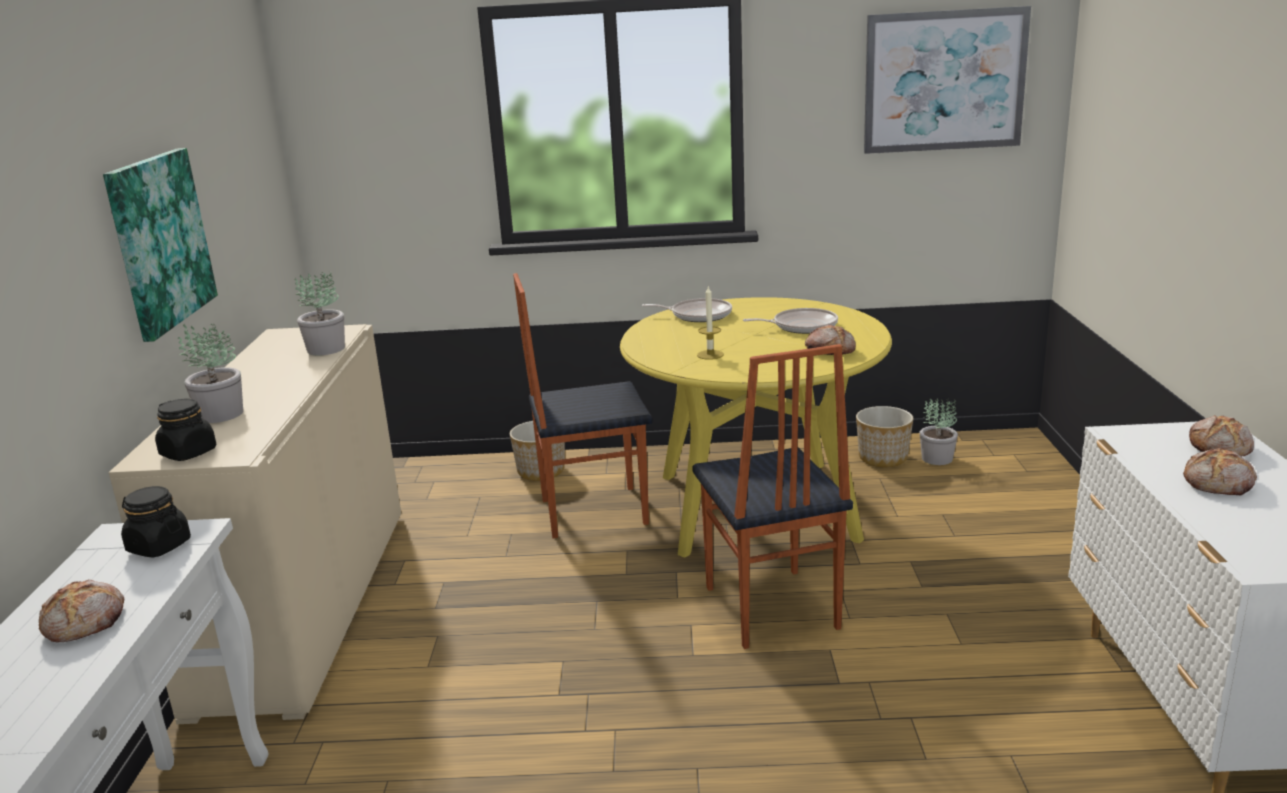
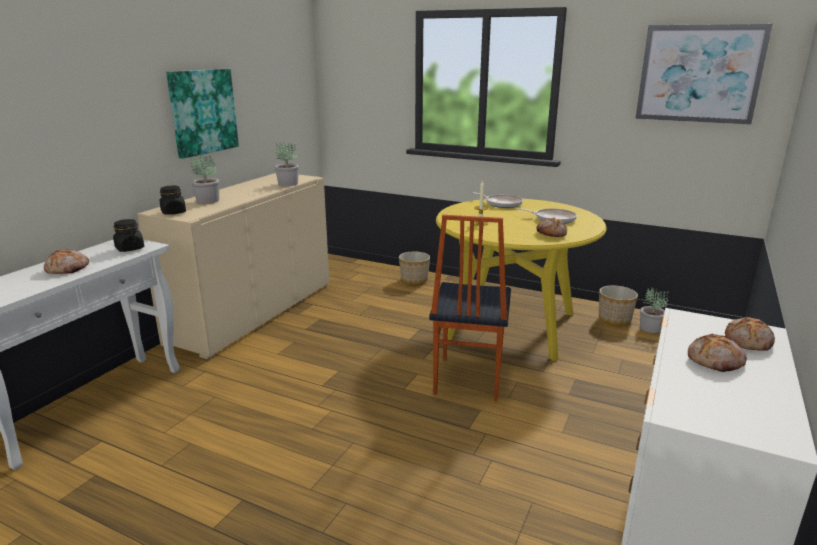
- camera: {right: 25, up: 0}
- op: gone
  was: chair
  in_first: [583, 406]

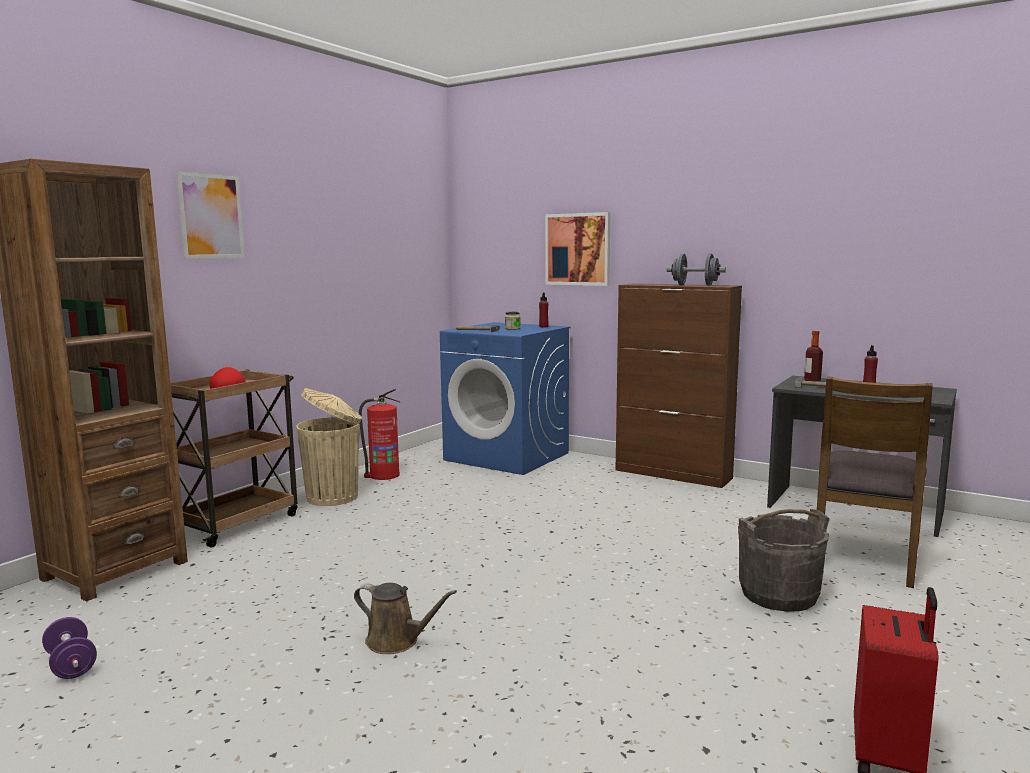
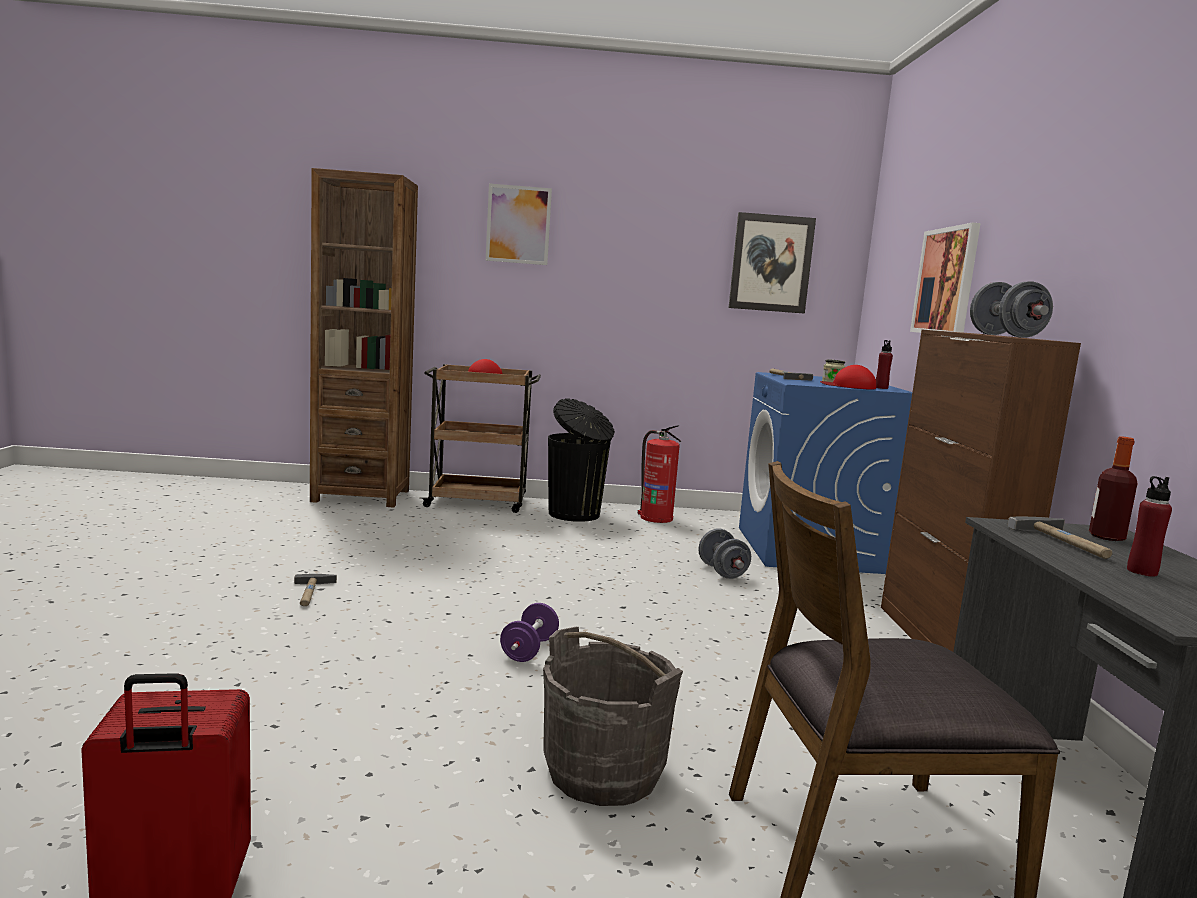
- camera: {right: 55, up: 0}
- op: new
  now: dumbbell/grey
  in_second: [724, 553]
- op: new
  now: picture
  in_second: [772, 263]
- op: new
  now: cap/red
  in_second: [848, 377]
- op: shifted
  was: dumbbell/purple
  in_first: [69, 648]
  in_second: [529, 632]
- op: swapped
  was: watering can/brown
  now: hammer
  in_first: [405, 618]
  in_second: [315, 590]
- op: repainted
  was: trash can/beige
  now: trash can/black
  in_first: [329, 447]
  in_second: [581, 460]

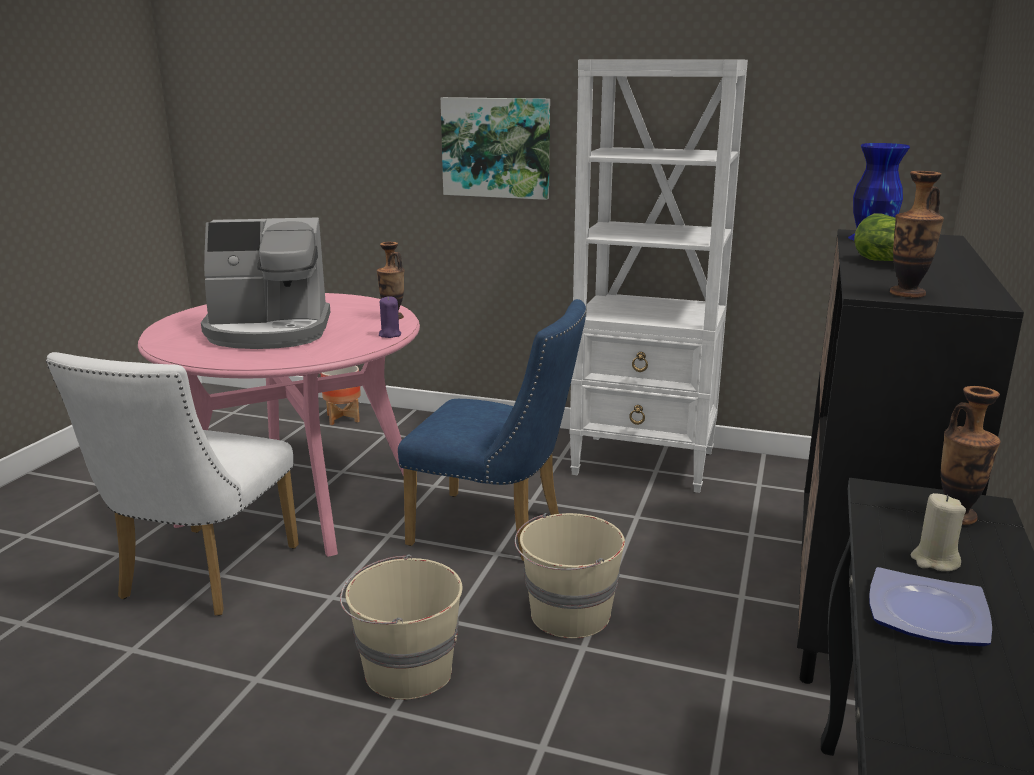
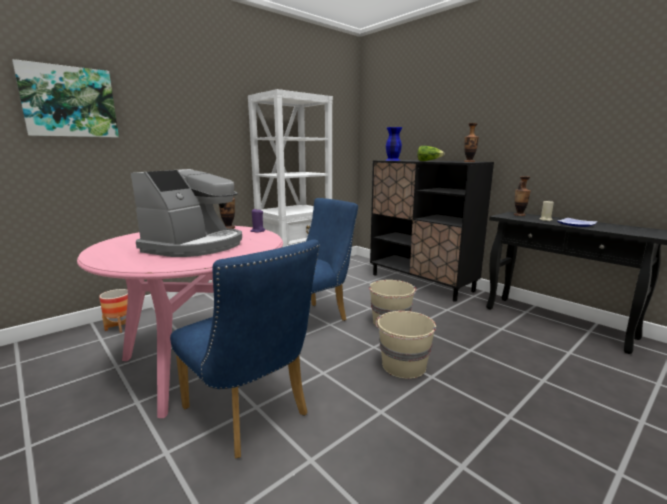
- camera: {right: -60, up: -5}
- op: shifted
  was: picture
  in_first: [495, 148]
  in_second: [65, 98]
- op: repainted
  was: chair/white
  now: chair/blue
  in_first: [172, 484]
  in_second: [245, 349]

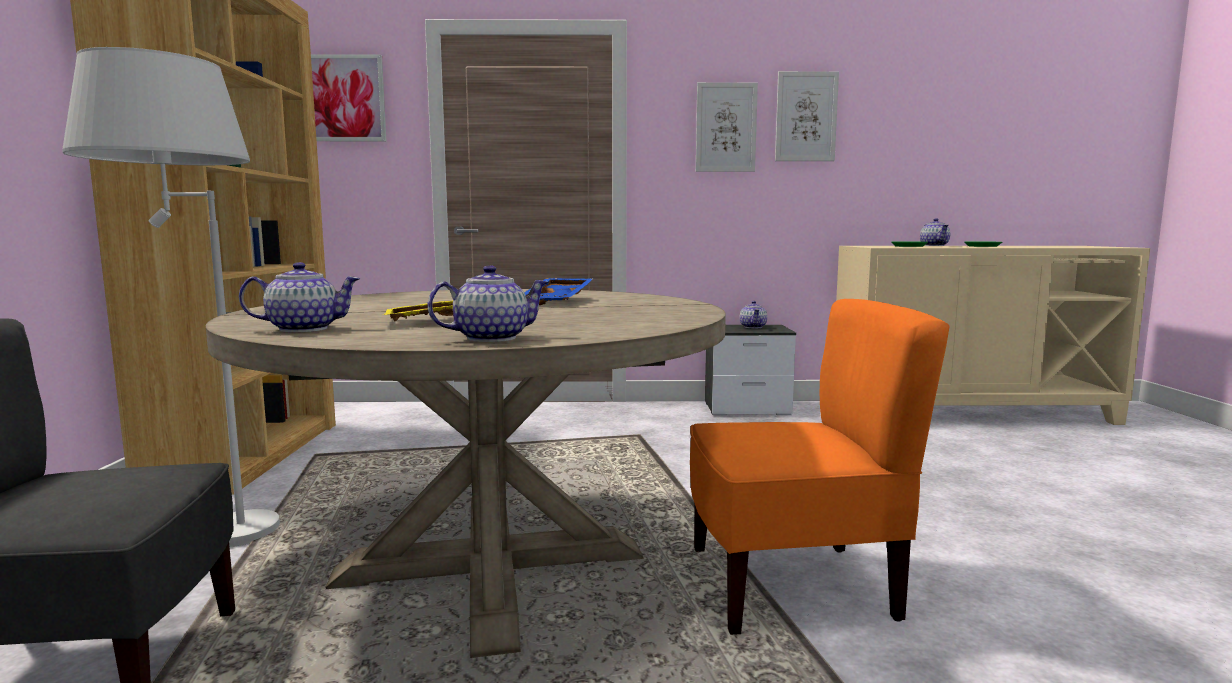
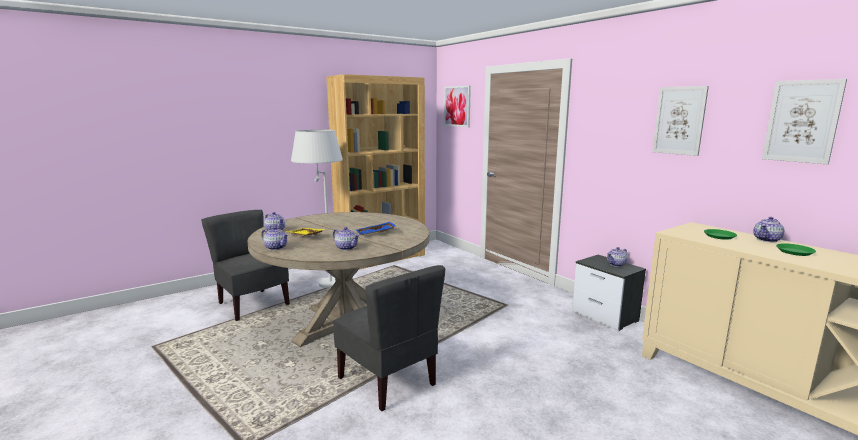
- camera: {right: 55, up: 5}
- op: new
  now: teapot
  in_second: [346, 239]
- op: shifted
  was: picture
  in_first: [727, 127]
  in_second: [804, 121]
- op: repainted
  was: chair/orange
  now: chair/grey
  in_first: [820, 467]
  in_second: [389, 338]

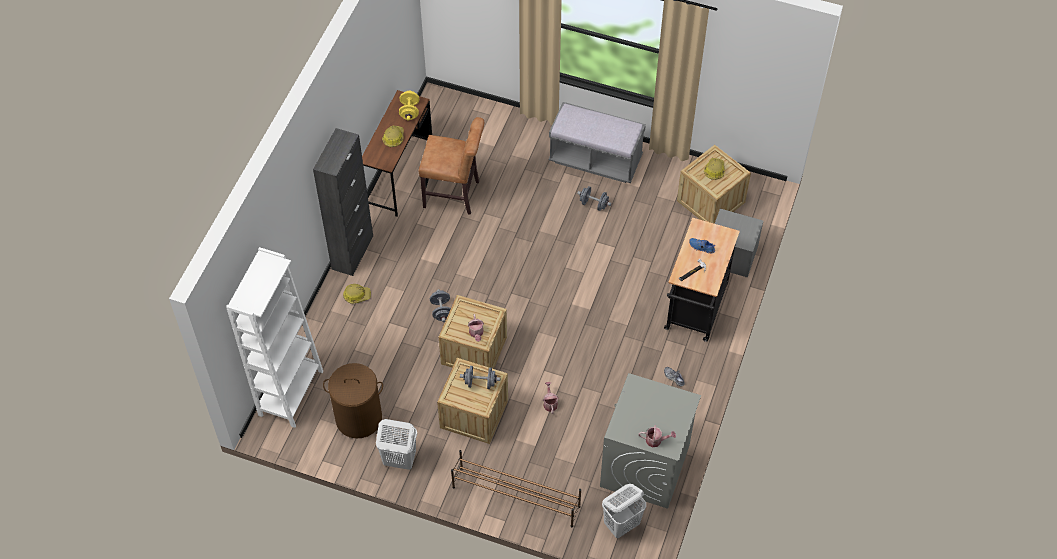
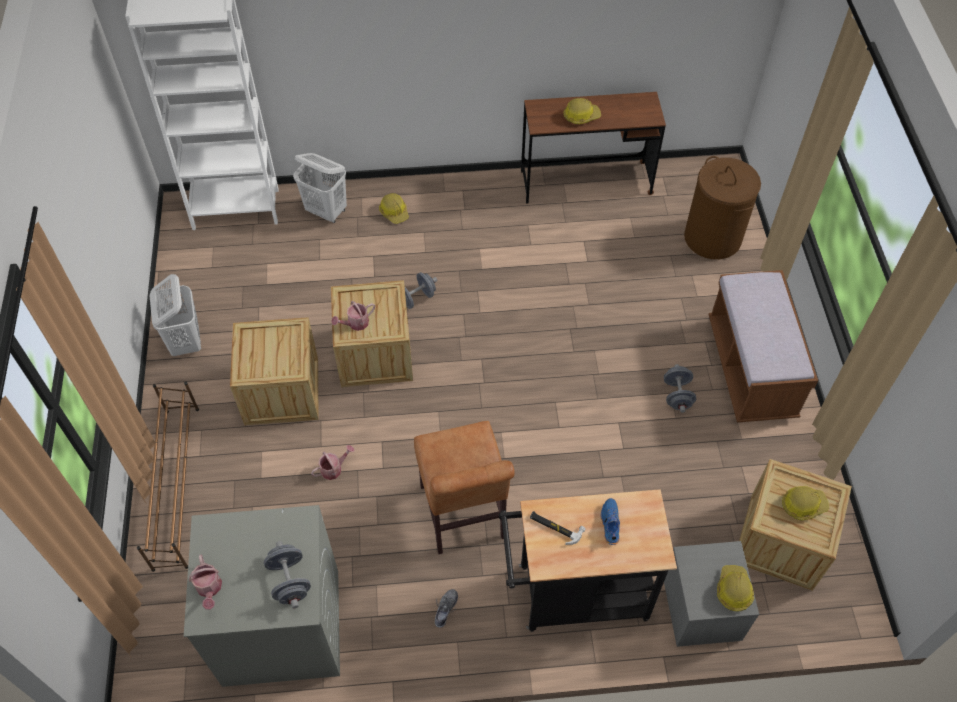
- camera: {right: 65, up: 0}
- op: gone
  was: cabinet/black
  in_first: [343, 202]
- op: gone
  was: dumbbell/yellow
  in_first: [409, 105]
- op: new
  now: hard hat
  in_second: [735, 588]
- op: shifted
  was: laundry basket/brown
  in_first: [353, 400]
  in_second: [722, 207]
- op: shifted
  was: chair/brown
  in_first: [451, 166]
  in_second: [464, 487]
- op: shifted
  was: dumbbell/grey
  in_first: [480, 377]
  in_second: [287, 575]
- op: shifted
  was: laundry basket/white
  in_first: [624, 511]
  in_second: [320, 188]
- op: repainted
  was: bench/grey
  now: bench/brown
  in_first: [597, 142]
  in_second: [763, 346]

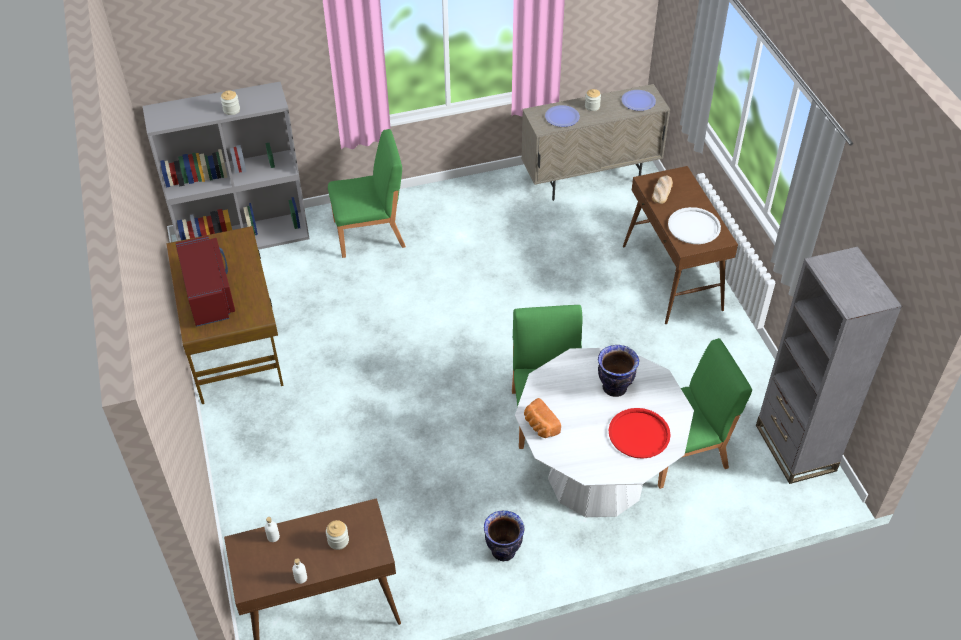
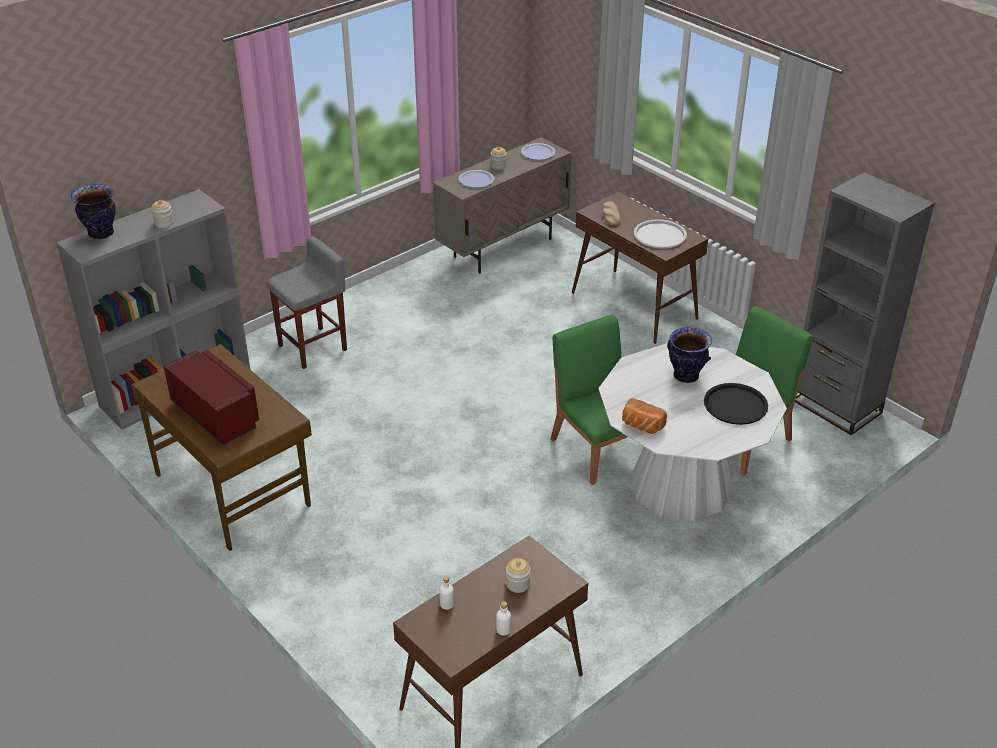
- camera: {right: -25, up: -10}
- op: shifted
  was: vase
  in_first: [504, 535]
  in_second: [93, 211]
- op: swapped
  was: chair/green
  now: stool/grey
  in_first: [367, 193]
  in_second: [307, 302]
- op: repainted
  was: tray/red
  now: tray/black
  in_first: [640, 433]
  in_second: [736, 404]

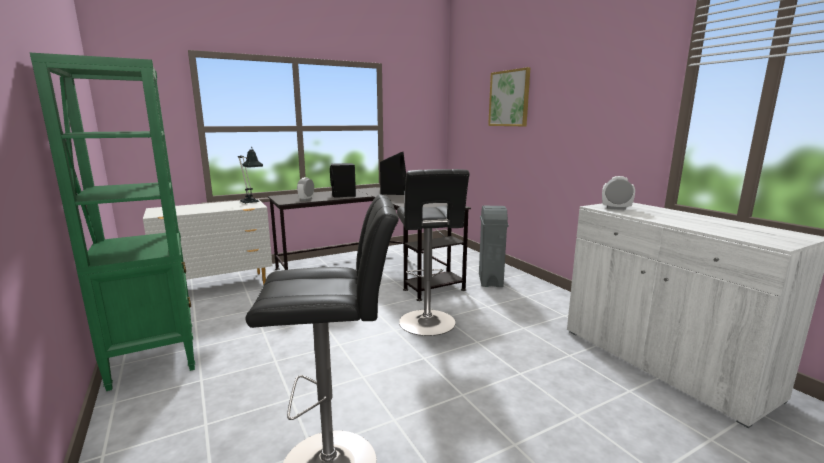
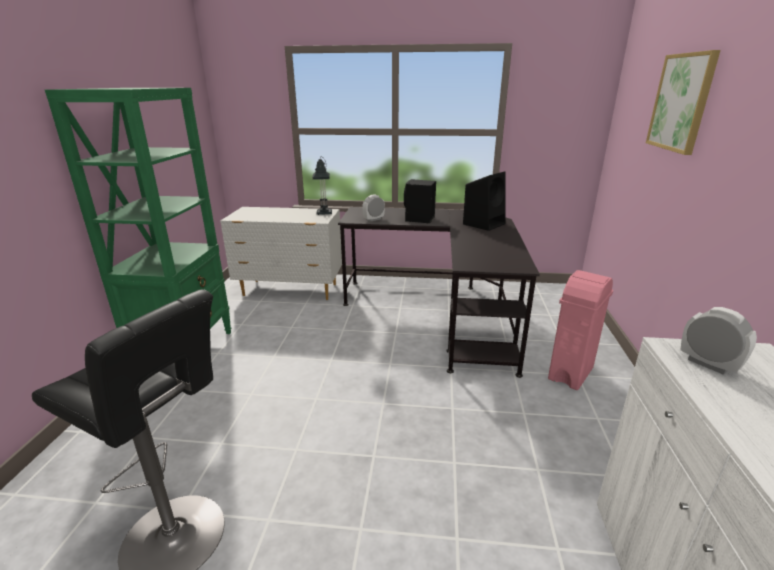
- camera: {right: 35, up: 10}
- op: gone
  was: stool/black
  in_first: [433, 252]
- op: repainted
  was: trash can/grey
  now: trash can/pink
  in_first: [494, 246]
  in_second: [580, 330]

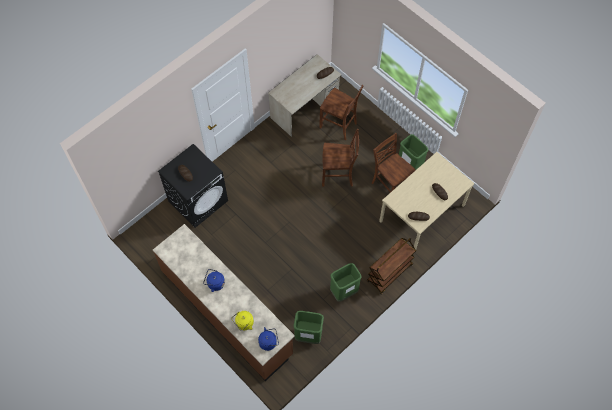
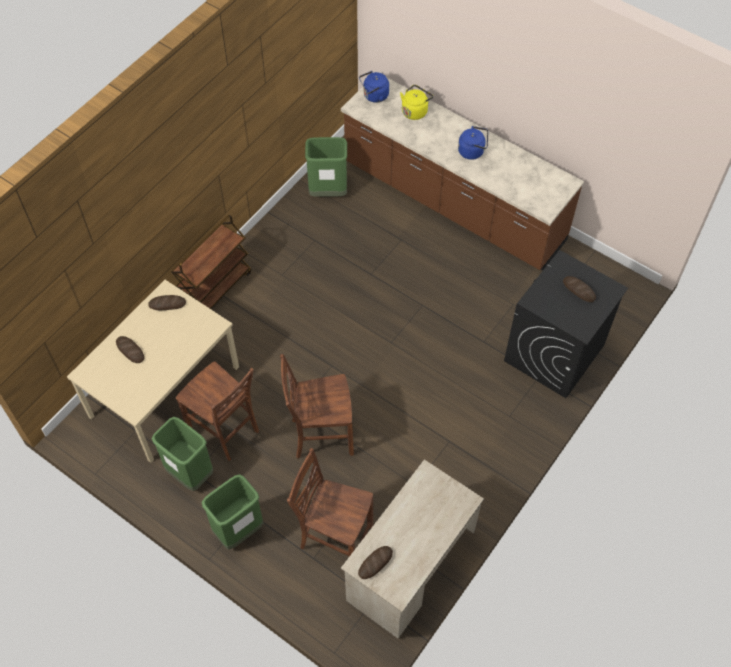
- camera: {right: 170, up: -5}
- op: shifted
  was: trash can/green
  in_first: [346, 282]
  in_second: [232, 511]

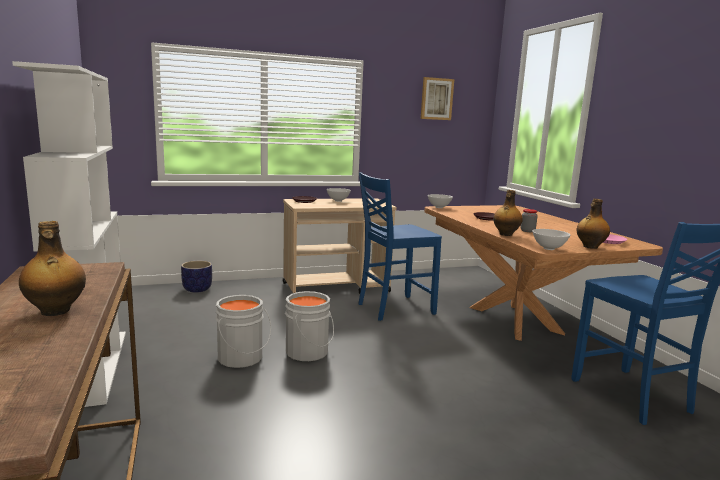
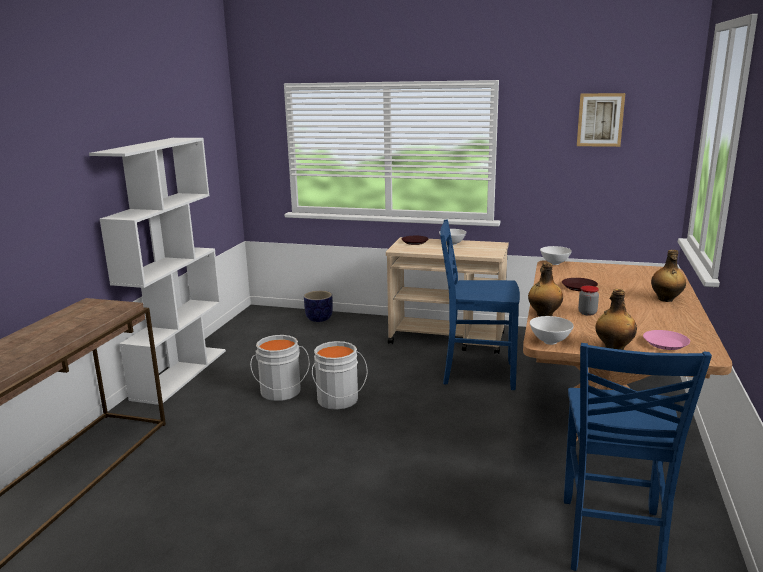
- camera: {right: 35, up: 5}
- op: shifted
  was: bottle
  in_first: [52, 268]
  in_second: [668, 276]

